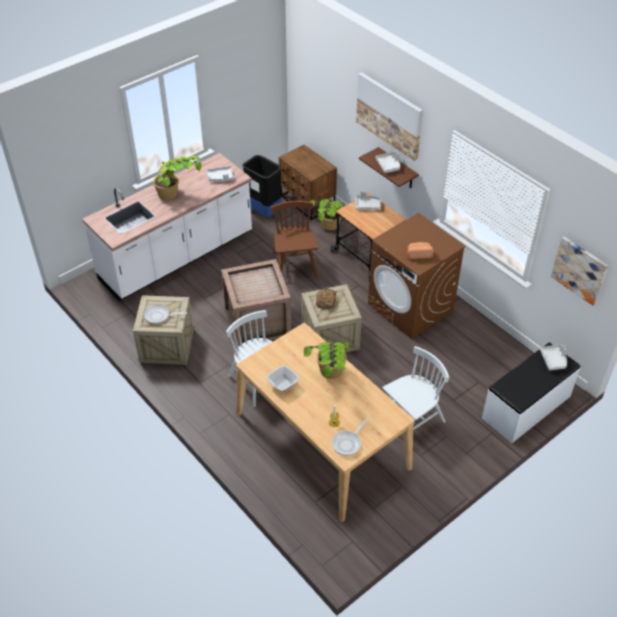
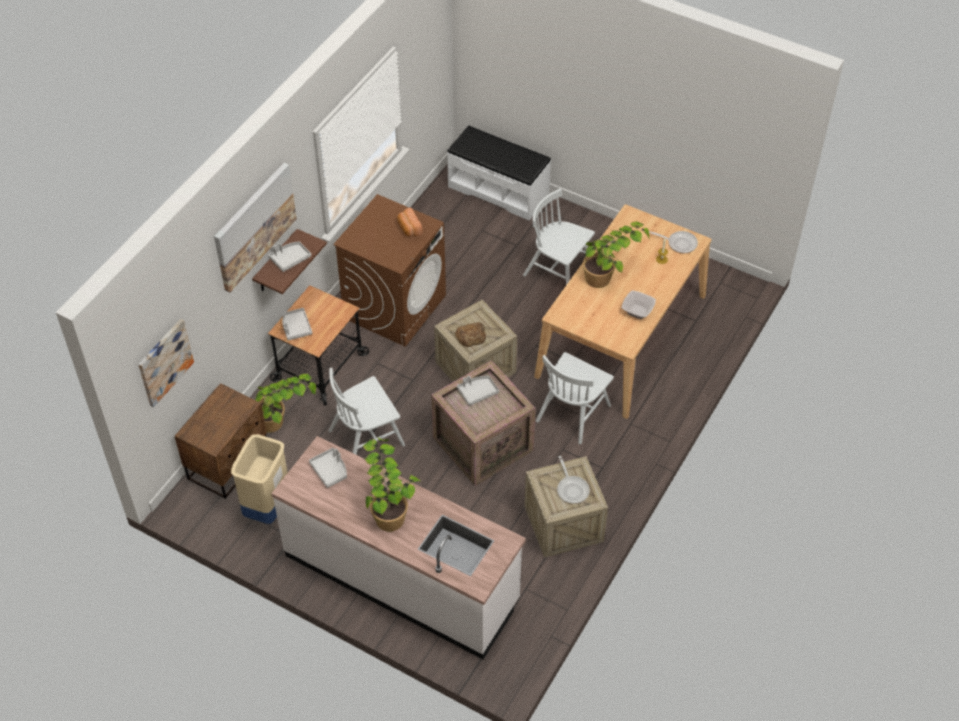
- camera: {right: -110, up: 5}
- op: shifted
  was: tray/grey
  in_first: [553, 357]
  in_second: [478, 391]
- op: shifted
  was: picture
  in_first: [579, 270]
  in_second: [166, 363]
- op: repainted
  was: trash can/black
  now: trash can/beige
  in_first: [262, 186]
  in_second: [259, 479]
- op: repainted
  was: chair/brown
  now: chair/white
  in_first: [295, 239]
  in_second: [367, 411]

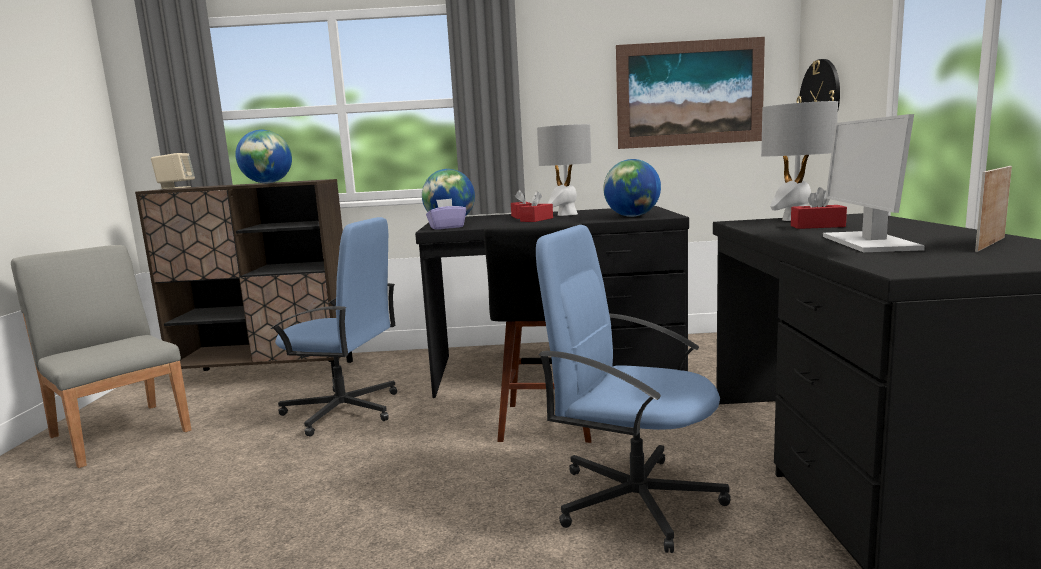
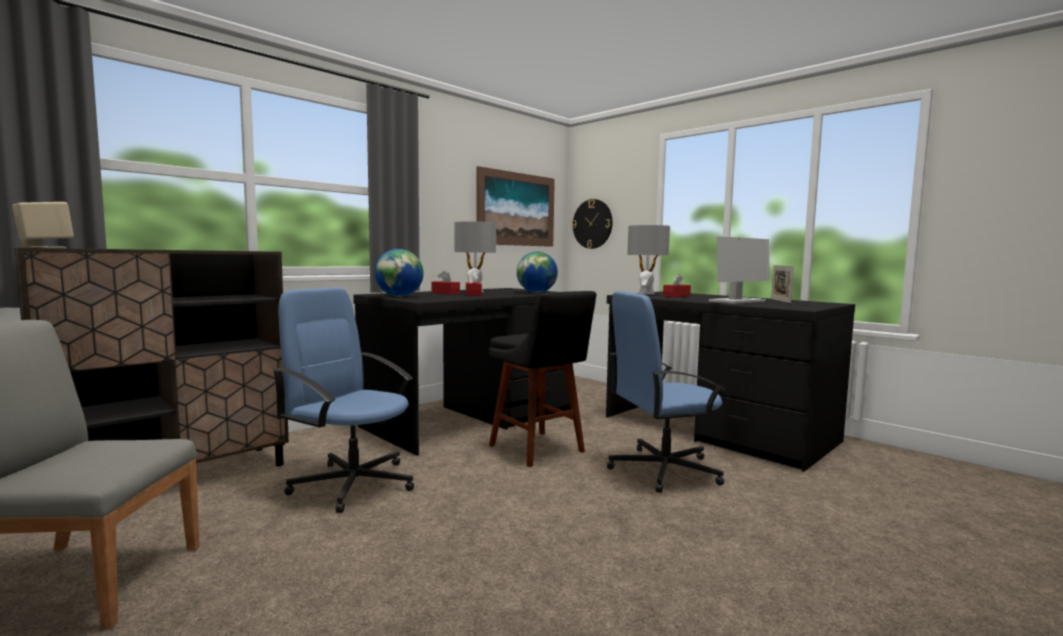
- camera: {right: -45, up: -5}
- op: gone
  was: globe
  in_first: [264, 156]
- op: gone
  was: tissue box/purple
  in_first: [446, 214]
- op: rotated
  was: office chair/blue
  in_first: [334, 327]
  in_second: [343, 400]
  clockwise: -120
- op: rotated
  was: monitor
  in_first: [874, 183]
  in_second: [739, 270]
  clockwise: -90

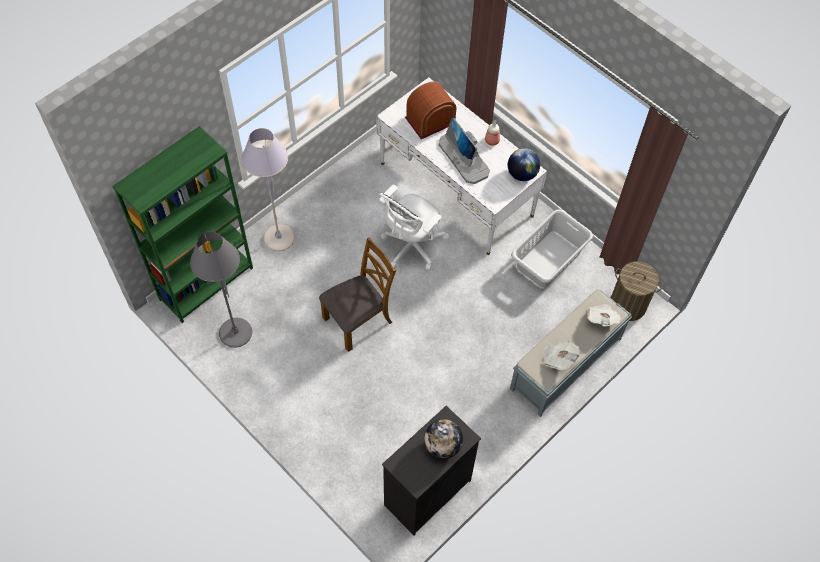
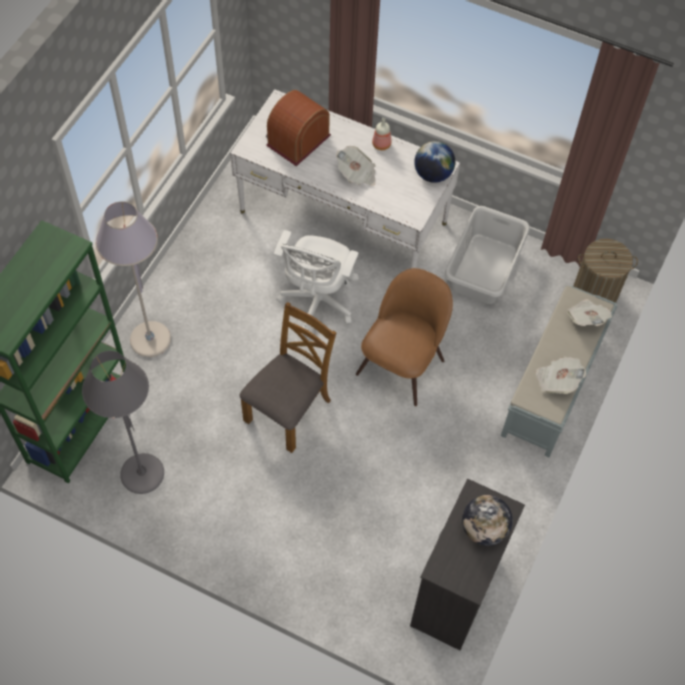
- camera: {right: -20, up: 0}
- op: new
  now: chair/brown
  in_second: [404, 337]
- op: swapped
  was: monitor
  now: newspaper
  in_first: [464, 151]
  in_second: [356, 166]

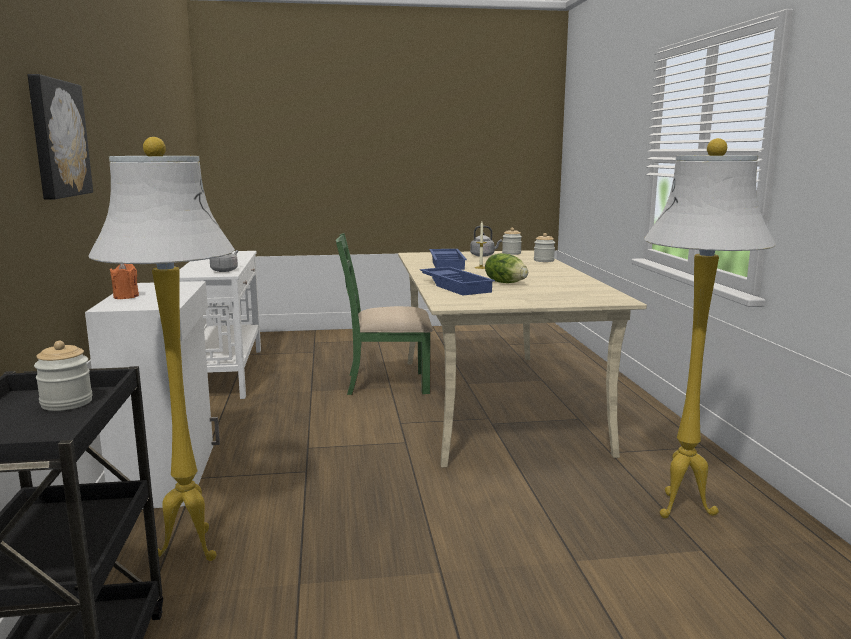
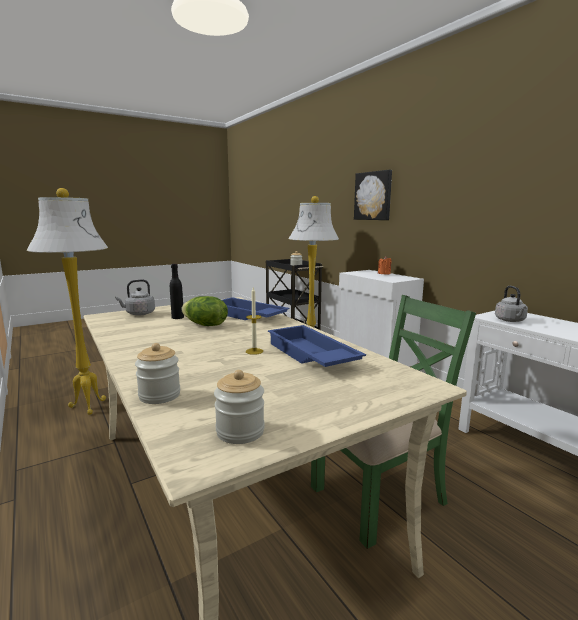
- camera: {right: 155, up: 0}
- op: new
  now: bottle/black
  in_second: [177, 291]
- op: shifted
  was: kettle/grey
  in_first: [486, 241]
  in_second: [135, 297]

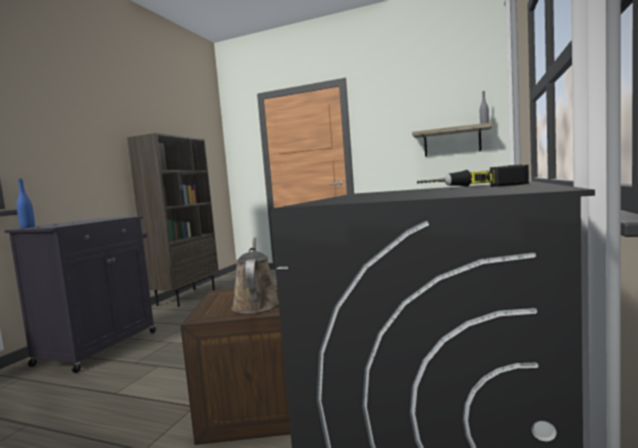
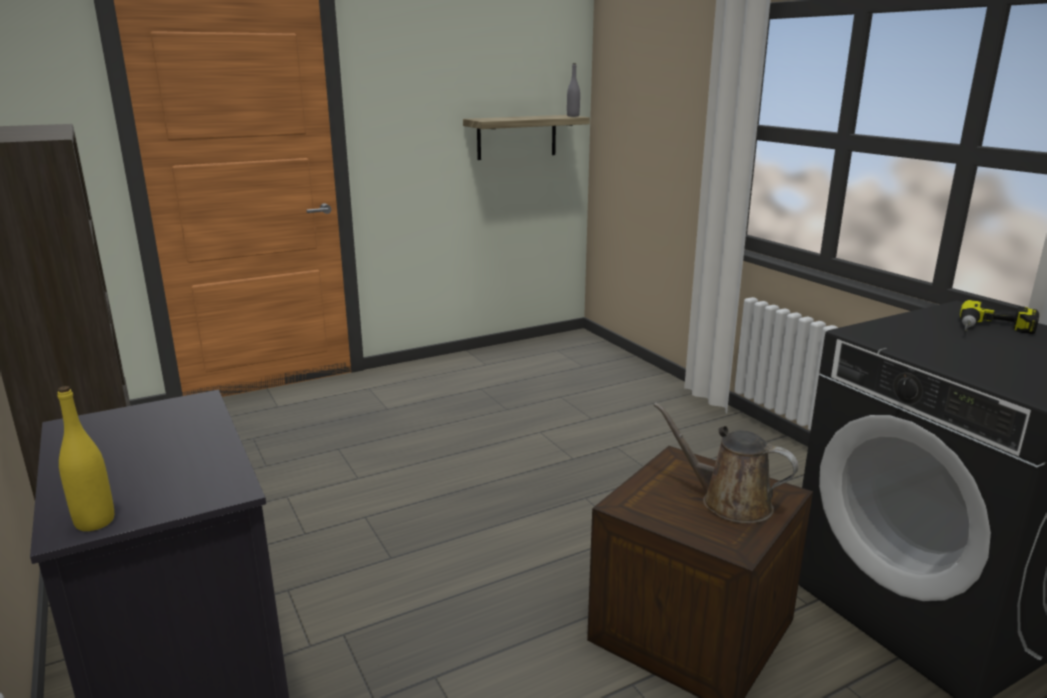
- camera: {right: -50, up: 15}
- op: repainted
  was: bottle/blue
  now: bottle/yellow
  in_first: [25, 203]
  in_second: [85, 458]

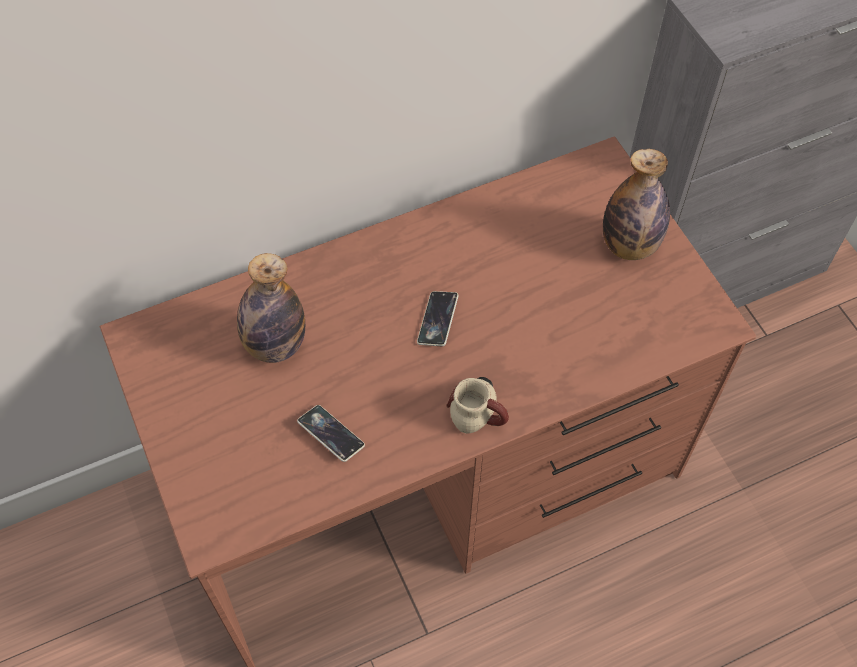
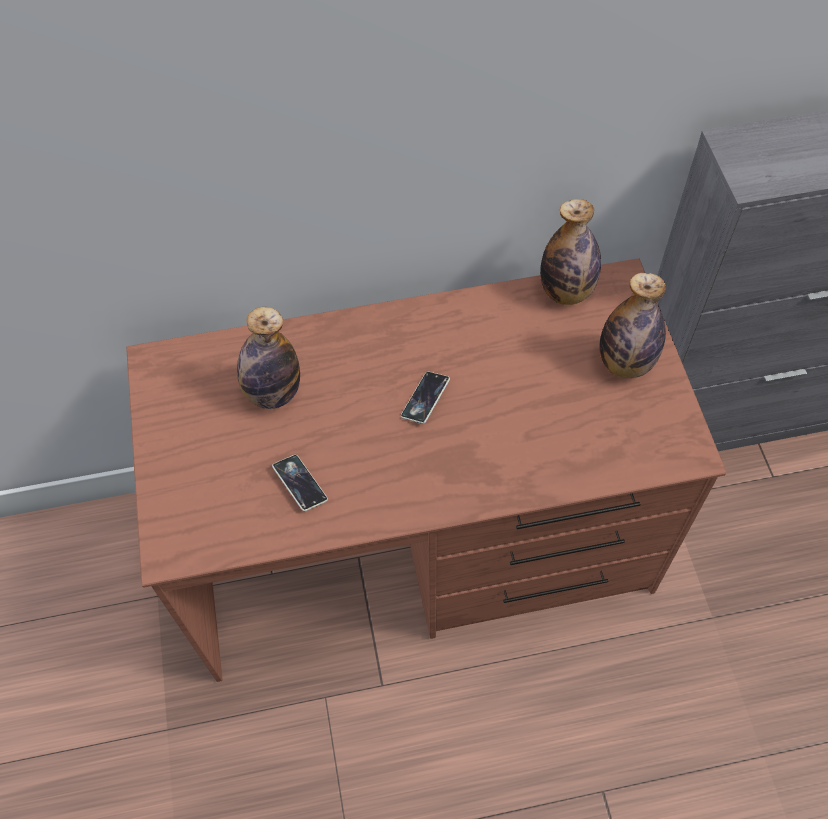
- camera: {right: 15, up: 0}
- op: gone
  was: mug
  in_first: [478, 405]
- op: new
  now: bottle
  in_second: [570, 252]

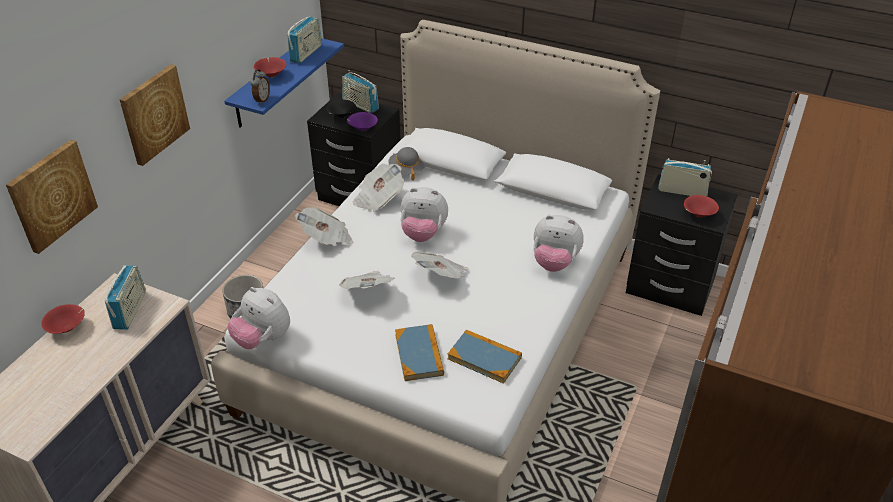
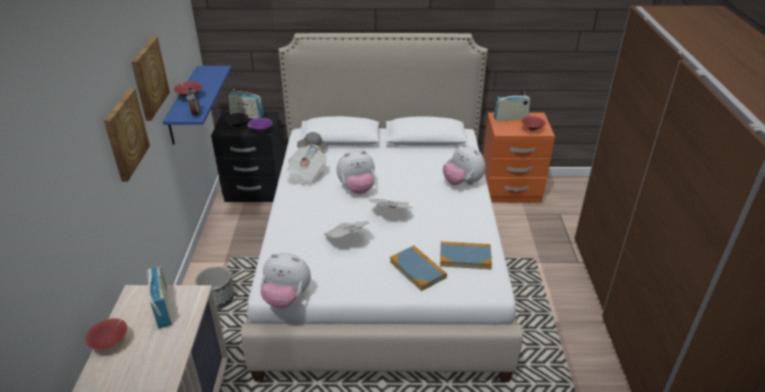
- camera: {right: -25, up: -5}
- op: gone
  was: radio
  in_first: [304, 40]
- op: gone
  was: newspaper
  in_first: [324, 226]
- op: shifted
  was: picture
  in_first: [52, 197]
  in_second: [150, 79]
- op: repainted
  was: nightstand/black
  now: nightstand/orange
  in_first: [682, 245]
  in_second: [519, 157]
- op: rotated
  was: plush toy
  in_first: [558, 243]
  in_second: [464, 164]
  clockwise: 60

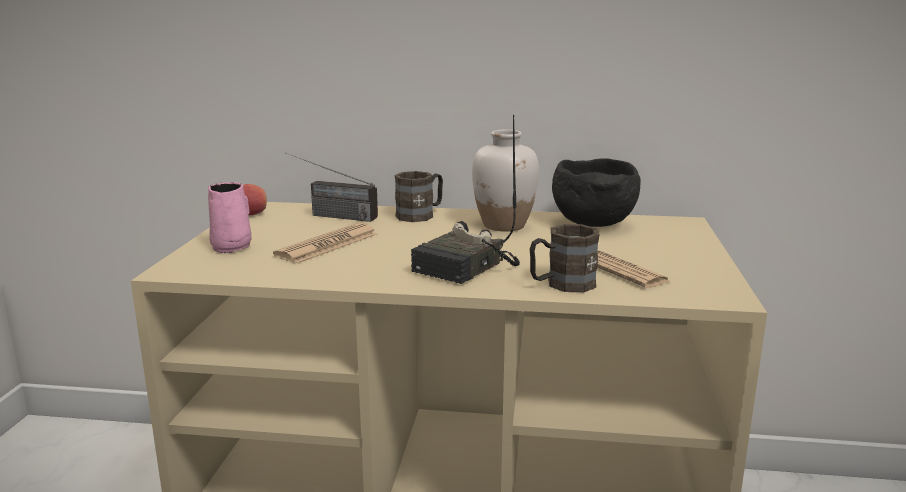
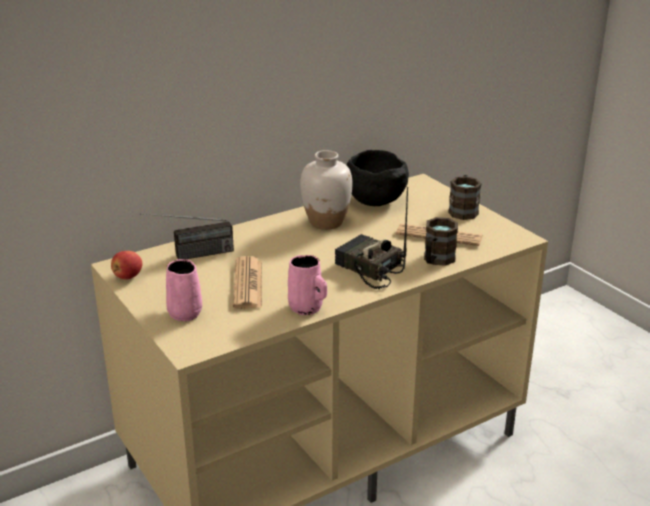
- camera: {right: -40, up: 10}
- op: new
  now: mug/pink
  in_second: [307, 285]
- op: shifted
  was: mug/brown
  in_first: [419, 196]
  in_second: [465, 197]
- op: rotated
  was: radio
  in_first: [465, 199]
  in_second: [371, 238]
  clockwise: 135

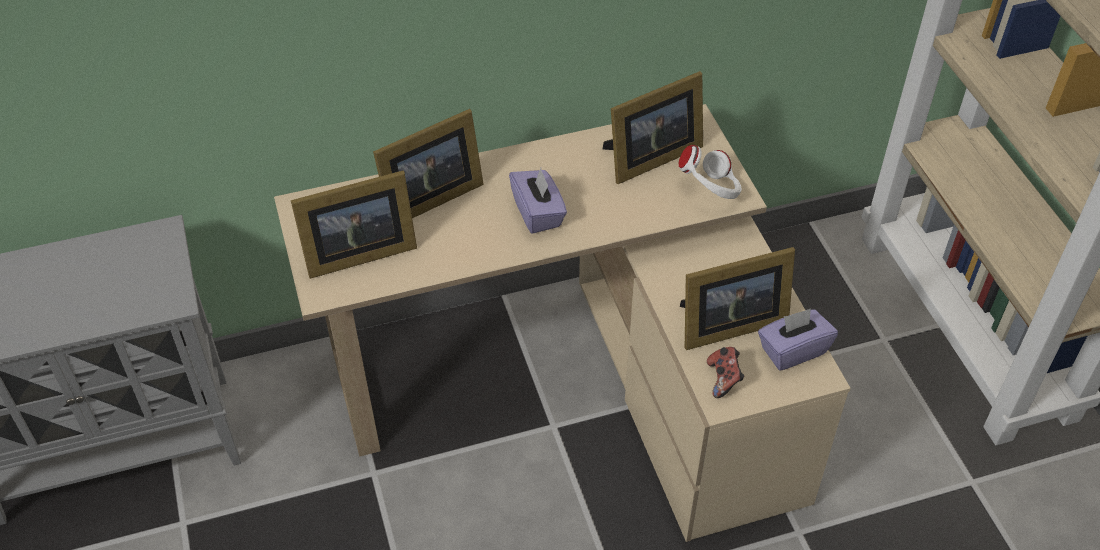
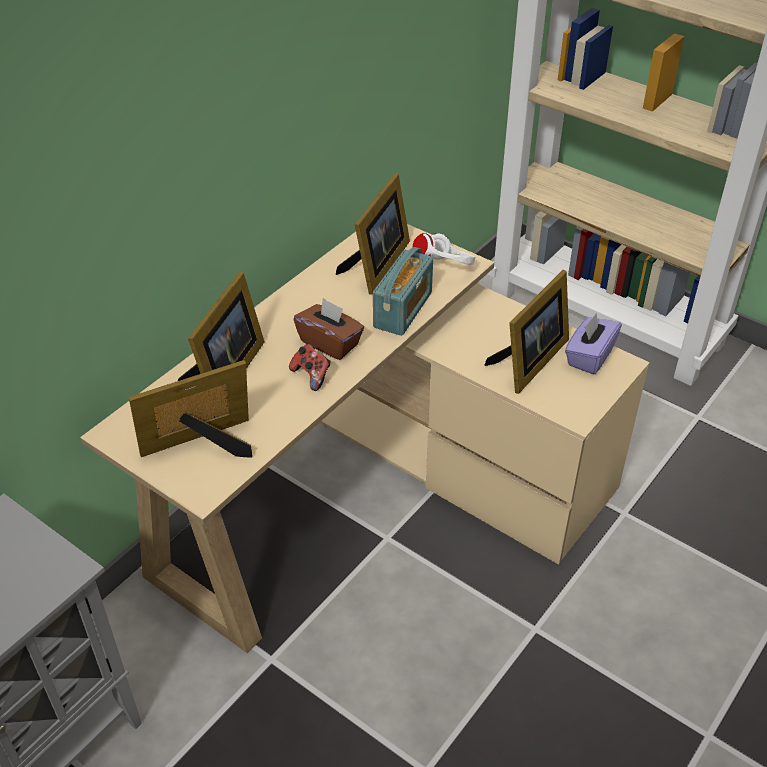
- camera: {right: -35, up: -5}
- op: new
  now: radio
  in_second: [403, 291]
- op: shifted
  was: game controller
  in_first: [726, 372]
  in_second: [310, 367]
- op: repainted
  was: tissue box/purple
  now: tissue box/brown
  in_first: [538, 201]
  in_second: [329, 329]
- op: rotated
  was: picture frame
  in_first: [354, 224]
  in_second: [190, 409]
  clockwise: -150

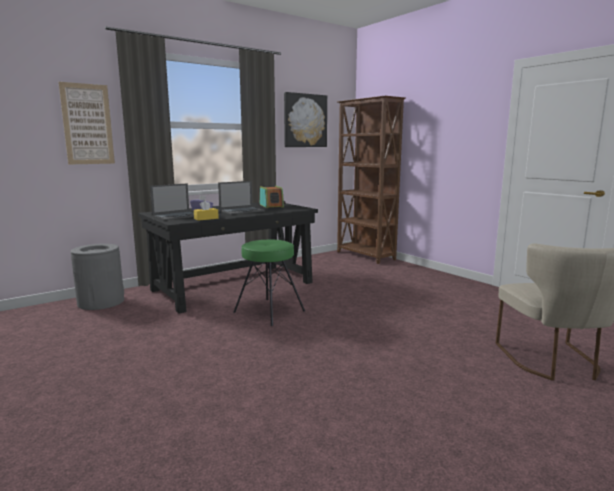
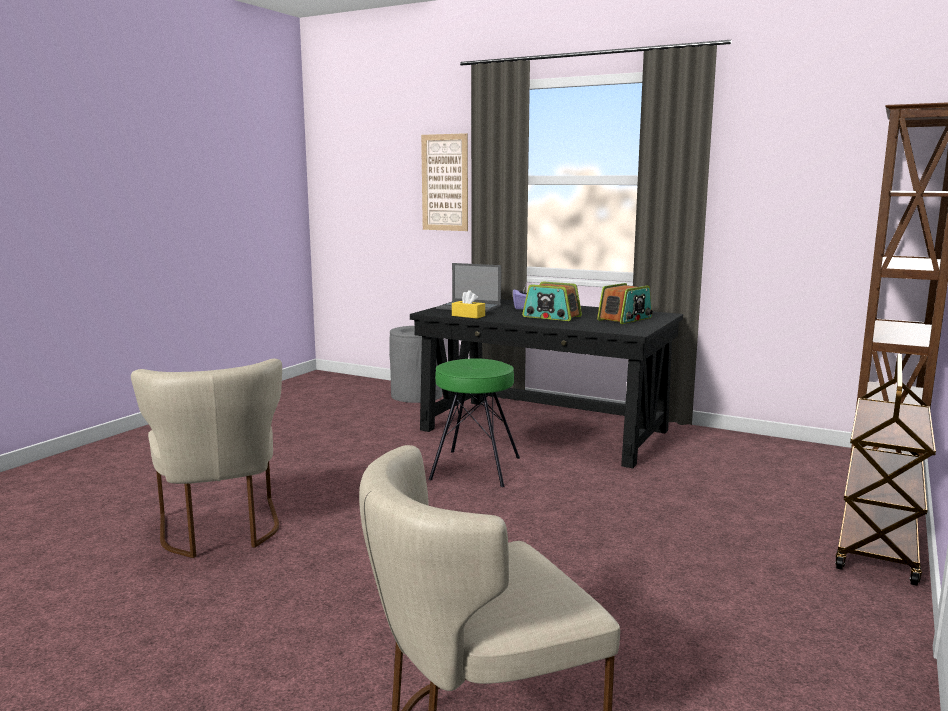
- camera: {right: 65, up: 0}
- op: gone
  was: picture
  in_first: [305, 119]
- op: new
  now: chair/beige
  in_second: [206, 458]
- op: new
  now: cart/brown
  in_second: [885, 470]
- op: swapped
  was: laptop
  now: radio
  in_first: [241, 198]
  in_second: [552, 301]

